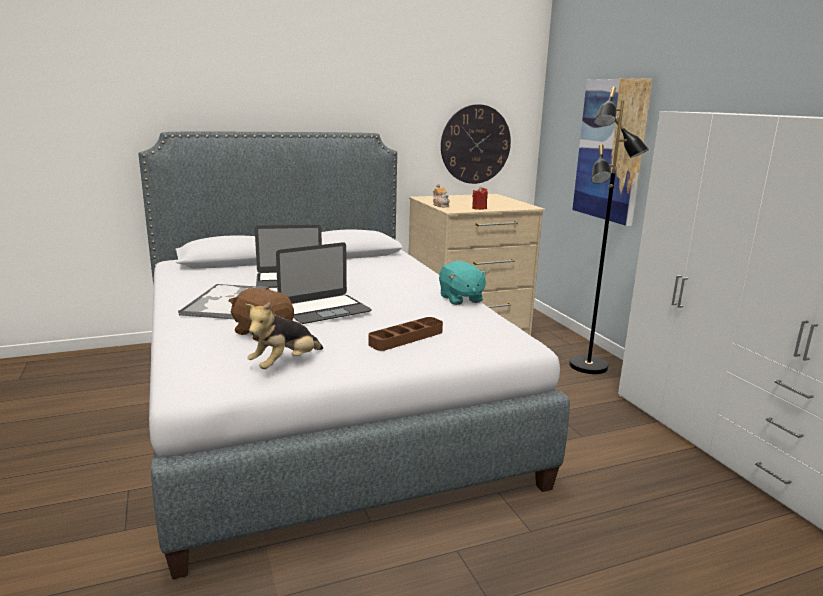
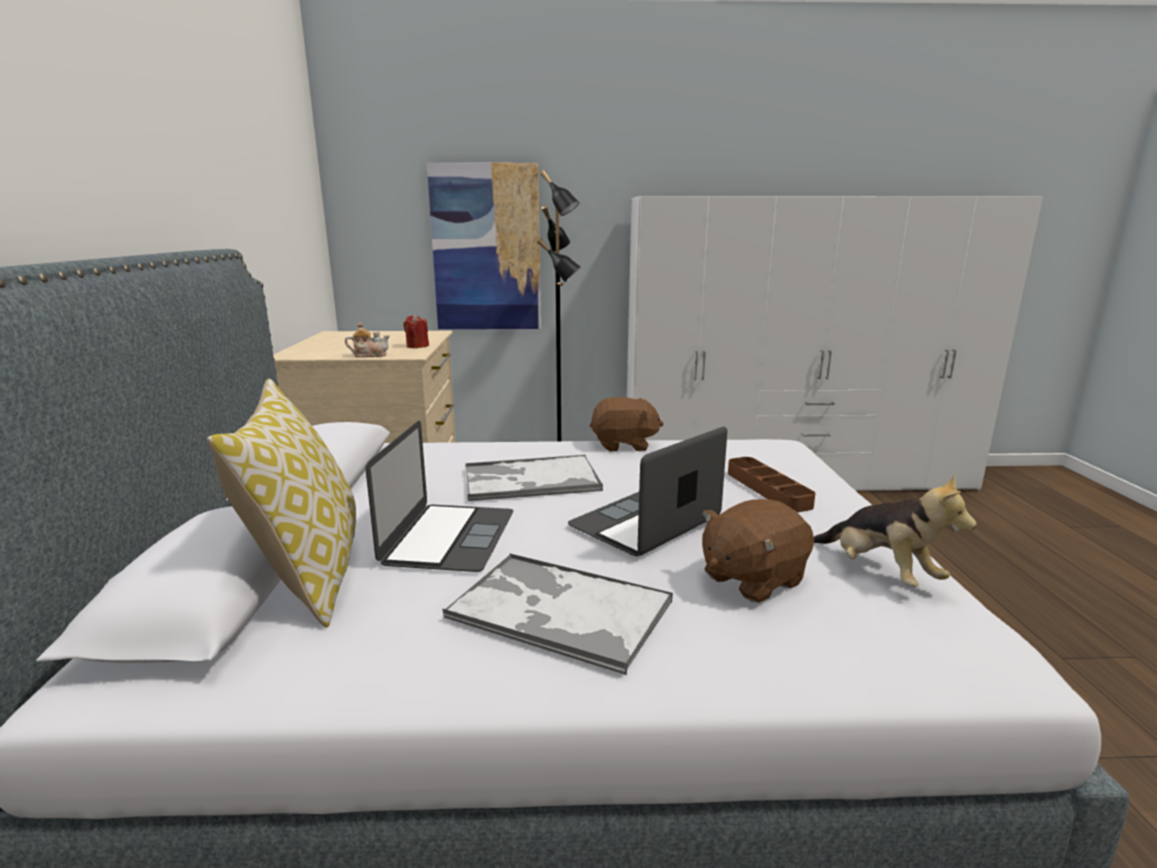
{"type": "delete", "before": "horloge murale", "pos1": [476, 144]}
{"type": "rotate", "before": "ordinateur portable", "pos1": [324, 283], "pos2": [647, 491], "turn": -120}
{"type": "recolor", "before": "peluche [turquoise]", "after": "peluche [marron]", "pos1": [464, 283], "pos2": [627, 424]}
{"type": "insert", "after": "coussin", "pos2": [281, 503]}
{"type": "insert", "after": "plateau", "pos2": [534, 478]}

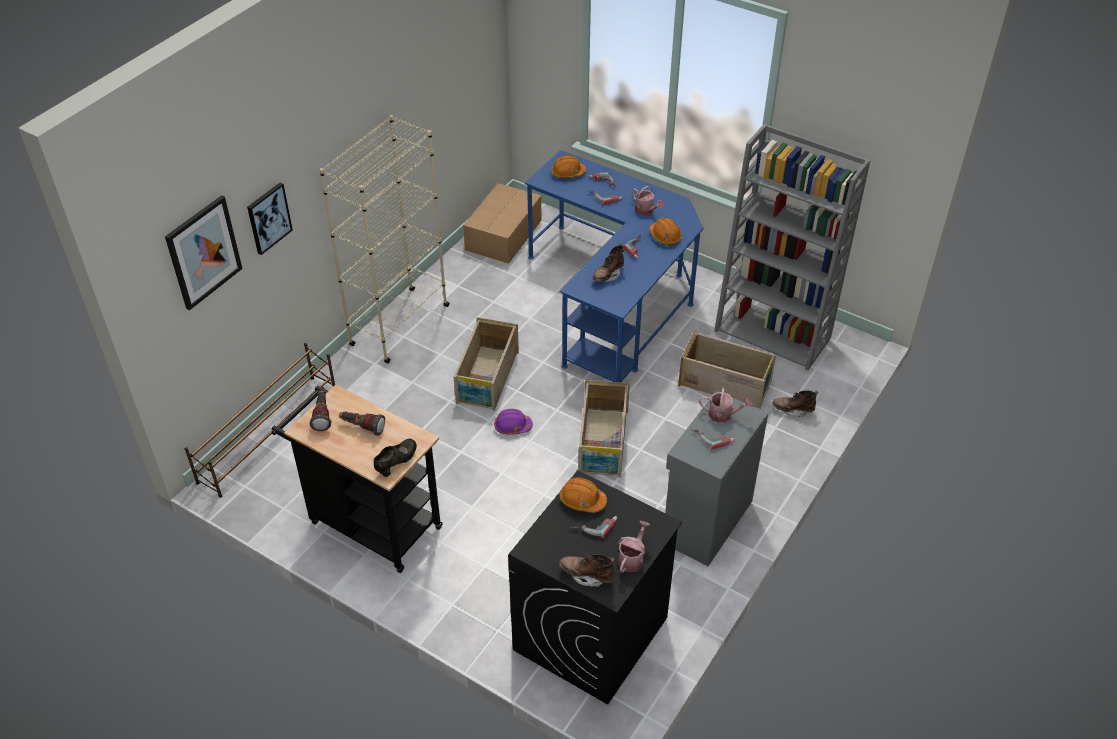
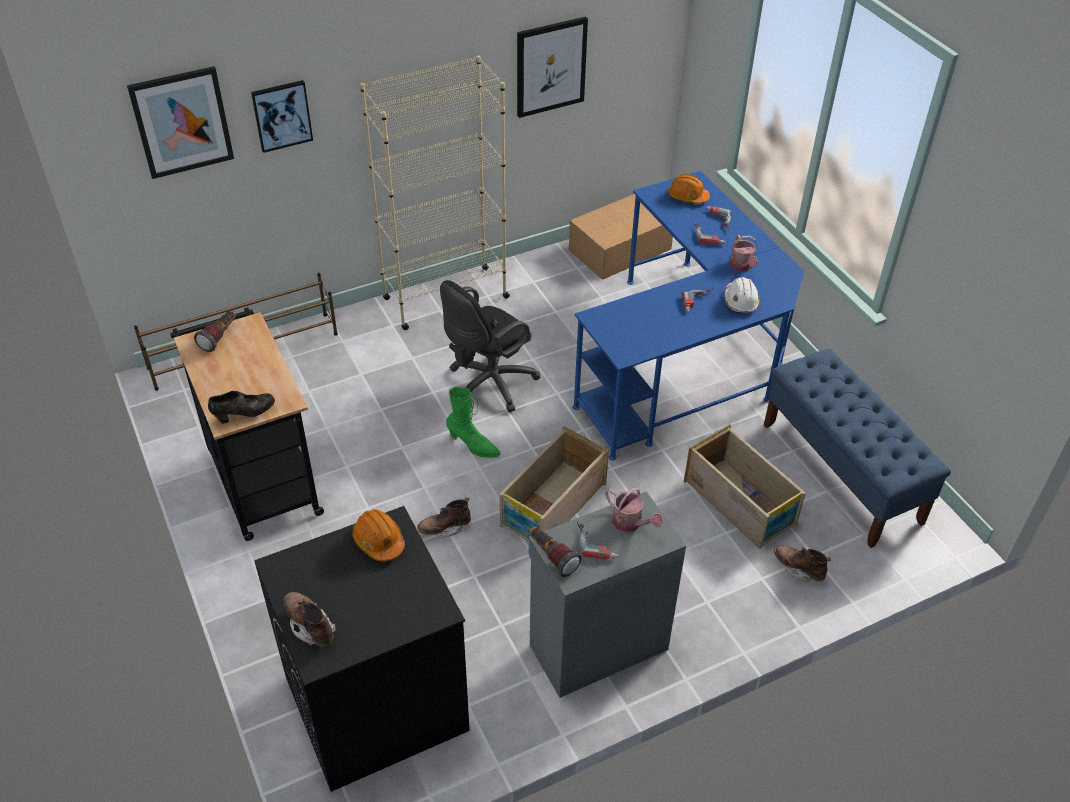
{"type": "replace", "before": "bibliothèque [gris]", "after": "banc [bleu]", "pos1": [792, 247], "pos2": [857, 448]}
{"type": "recolor", "before": "casque de chantier [orange]", "after": "casque de chantier [blanc]", "pos1": [665, 231], "pos2": [742, 295]}
{"type": "move", "before": "botte [marron]", "pos1": [608, 262], "pos2": [444, 517]}
{"type": "replace", "before": "caisse", "after": "chaise de bureau [noir]", "pos1": [486, 364], "pos2": [490, 346]}
{"type": "replace", "before": "casque de chantier [violet]", "after": "botte [vert]", "pos1": [513, 422], "pos2": [473, 422]}
{"type": "move", "before": "lampe de poche", "pos1": [362, 423], "pos2": [555, 551]}
{"type": "delete", "before": "perceuse", "pos1": [593, 527]}
{"type": "delete", "before": "arrosoir", "pos1": [634, 547]}
{"type": "insert", "after": "tableau", "pos2": [552, 67]}

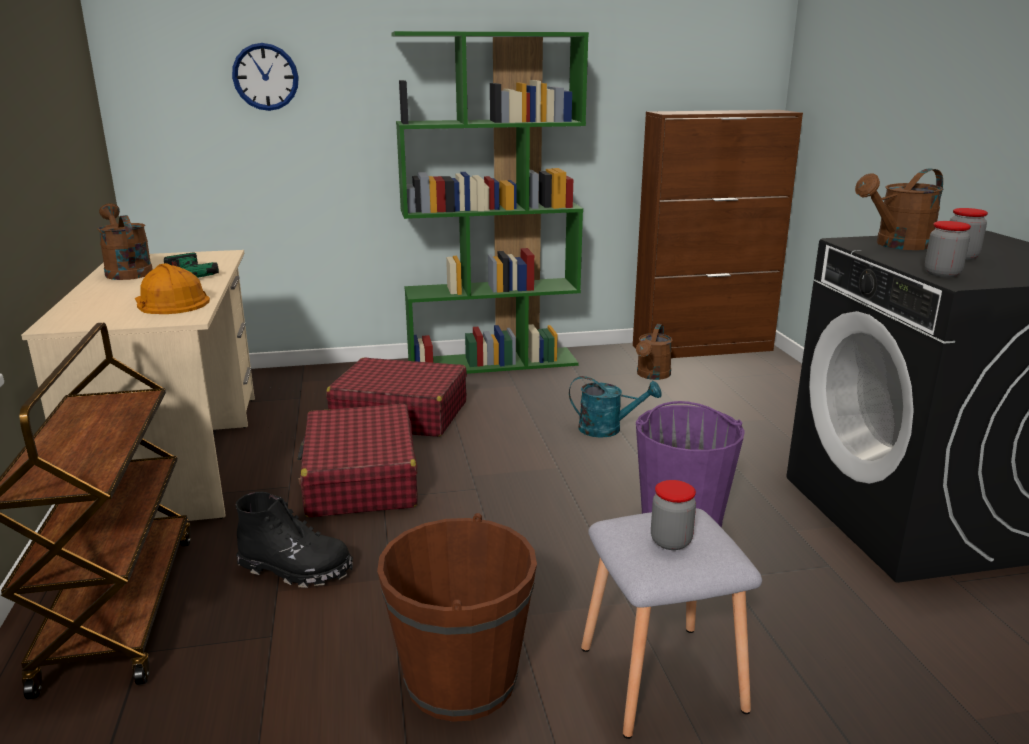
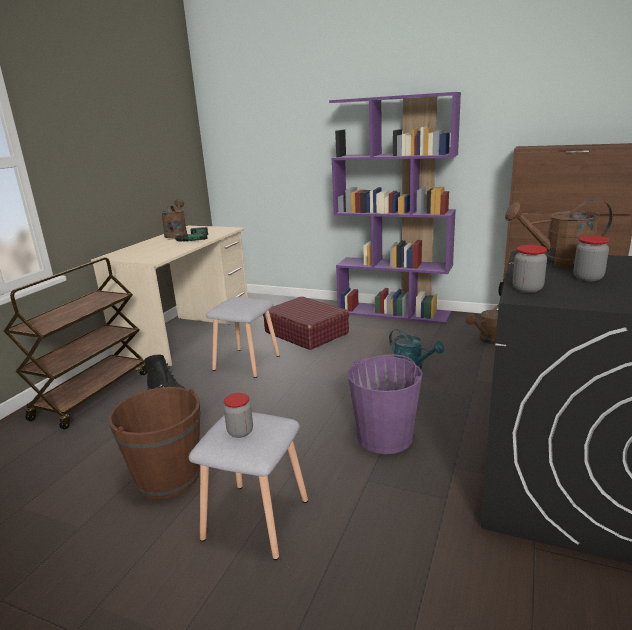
{"type": "recolor", "before": "bibliothèque [vert]", "after": "bibliothèque [violet]", "pos1": [490, 202], "pos2": [395, 208]}
{"type": "delete", "before": "horloge murale", "pos1": [265, 77]}
{"type": "delete", "before": "casque de chantier [orange]", "pos1": [172, 288]}
{"type": "replace", "before": "valise [rouge]", "after": "tabouret [gris]", "pos1": [357, 460], "pos2": [243, 337]}

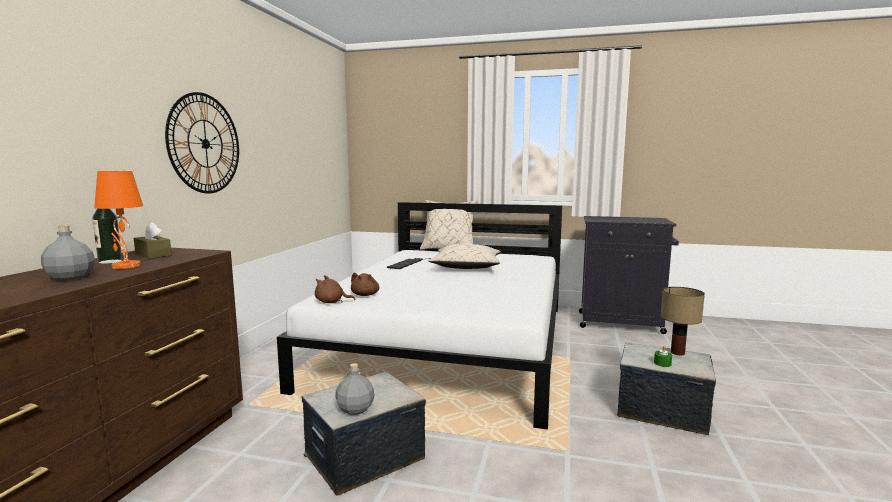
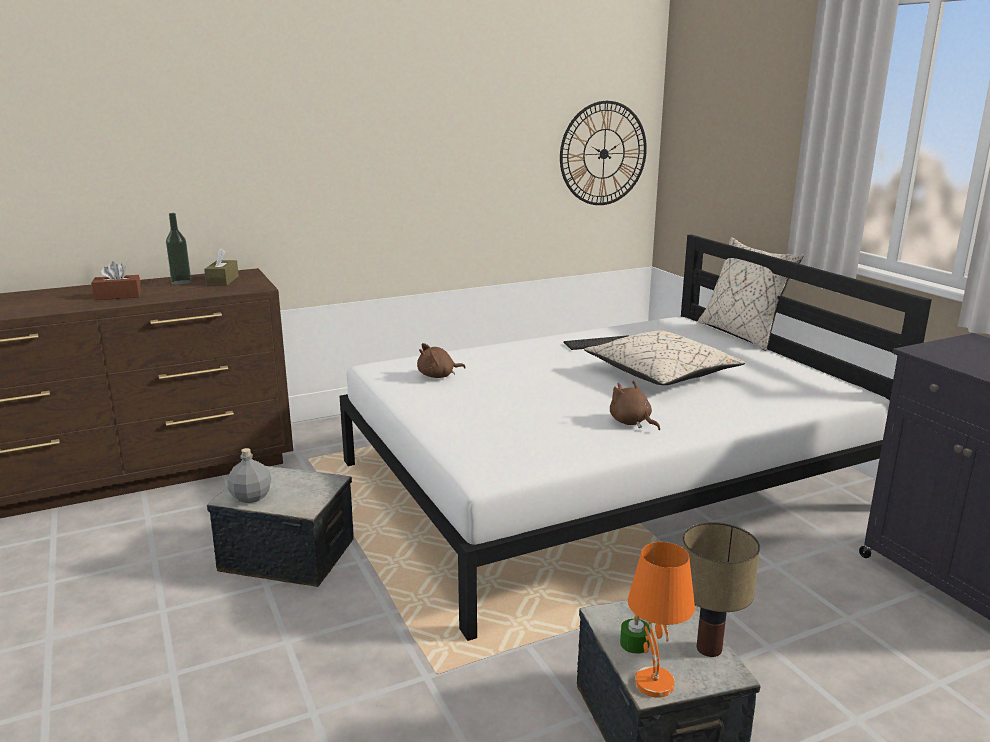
{"type": "move", "before": "horloge murale", "pos1": [202, 142], "pos2": [603, 153]}
{"type": "move", "before": "lampe de table [orange]", "pos1": [118, 220], "pos2": [661, 620]}
{"type": "replace", "before": "bouteille [gris]", "after": "boîte à mouchoirs [marron]", "pos1": [68, 253], "pos2": [116, 280]}
{"type": "move", "before": "peluche [marron]", "pos1": [335, 289], "pos2": [635, 405]}

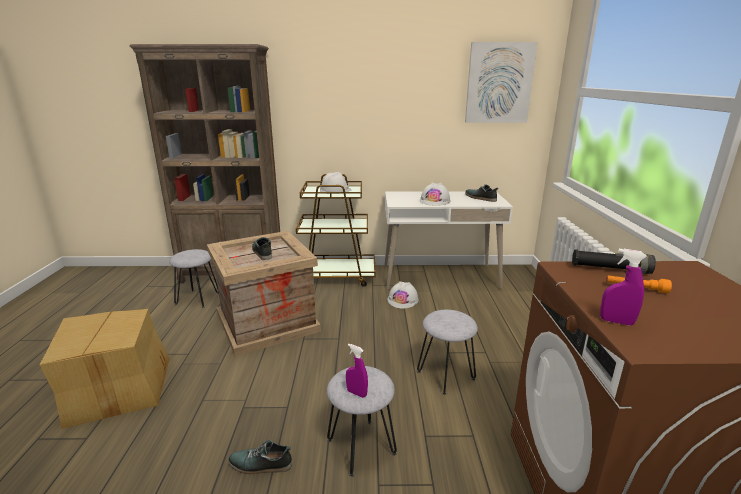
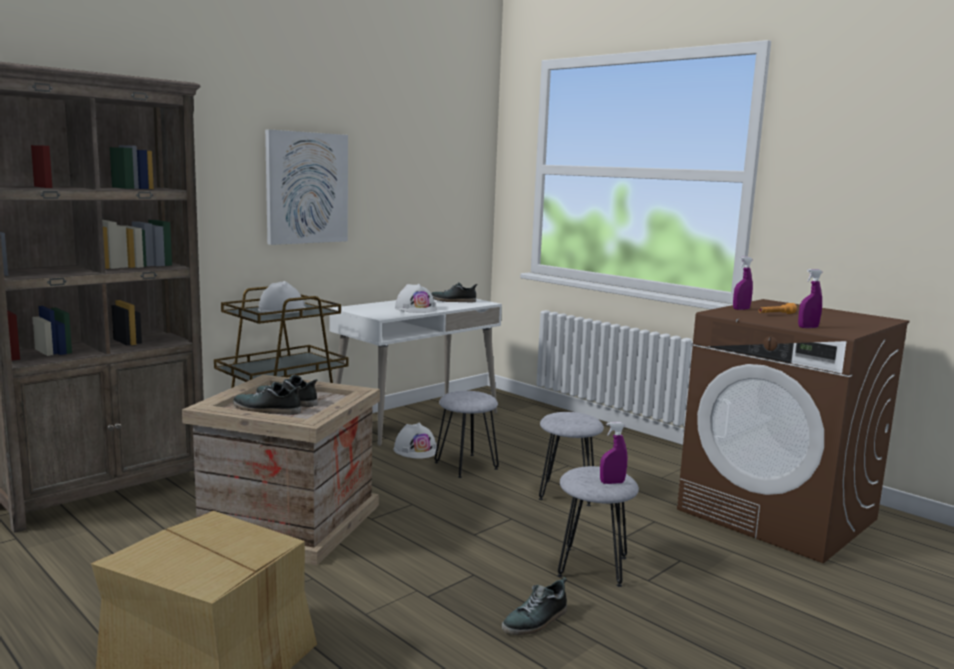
{"type": "move", "before": "tableau", "pos1": [501, 82], "pos2": [306, 187]}
{"type": "move", "before": "tabouret [gris]", "pos1": [194, 278], "pos2": [466, 434]}
{"type": "replace", "before": "lampe de poche [noir]", "after": "vaporisateur [violet]", "pos1": [614, 261], "pos2": [743, 283]}
{"type": "insert", "after": "chaussure", "pos2": [267, 398]}

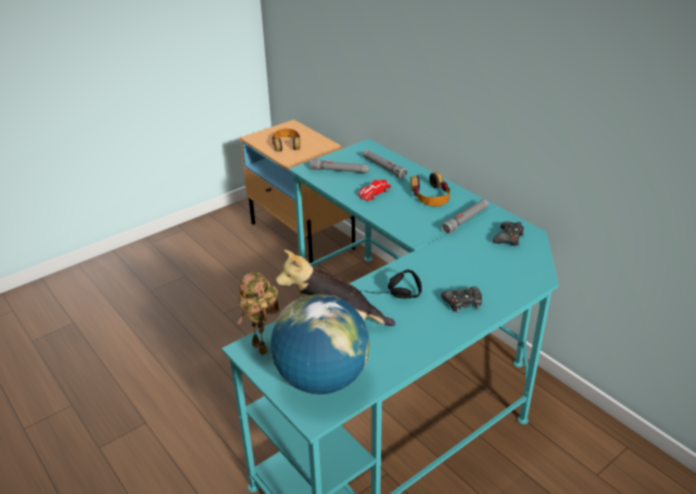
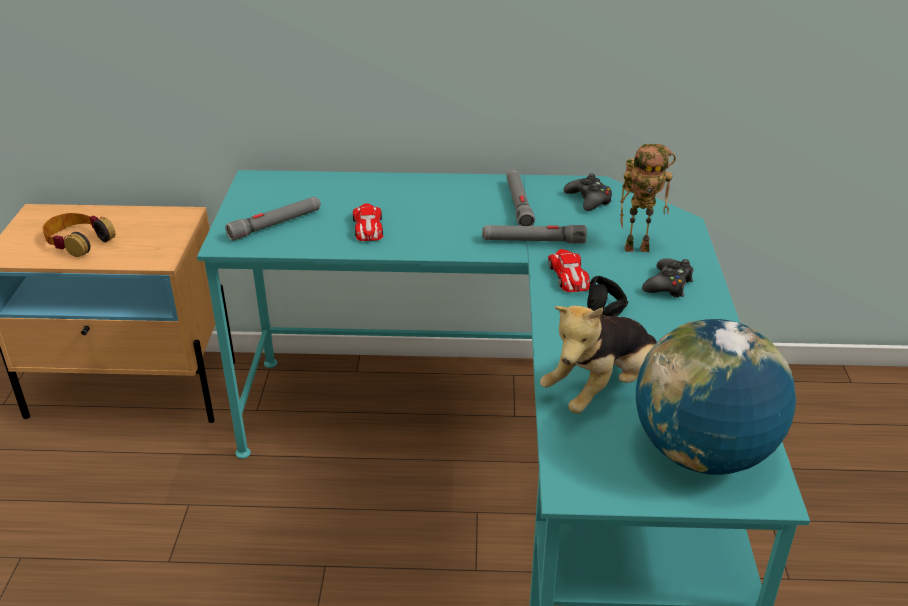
{"type": "move", "before": "lampe de poche [gris]", "pos1": [385, 164], "pos2": [534, 234]}
{"type": "delete", "before": "casque audio", "pos1": [430, 189]}
{"type": "move", "before": "robot jouet", "pos1": [258, 313], "pos2": [648, 198]}
{"type": "insert", "after": "petite voiture", "pos2": [569, 270]}

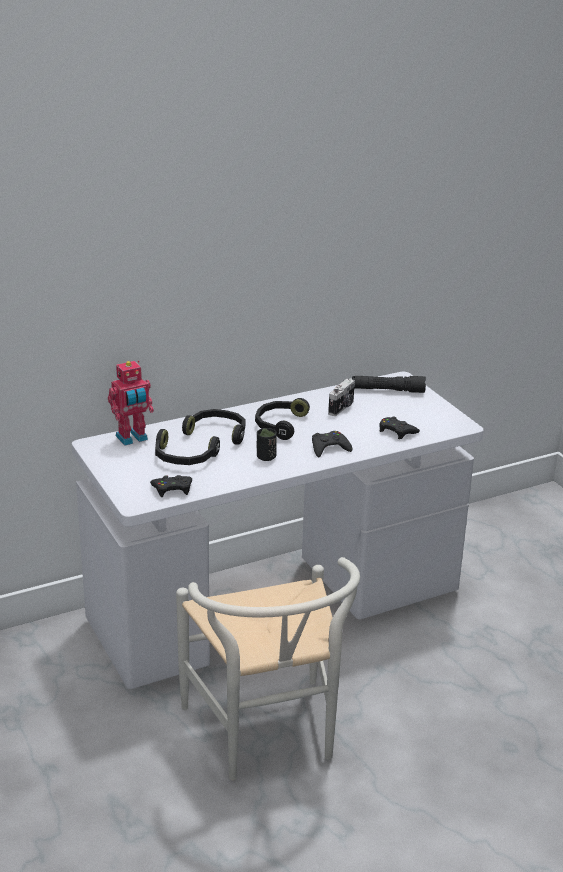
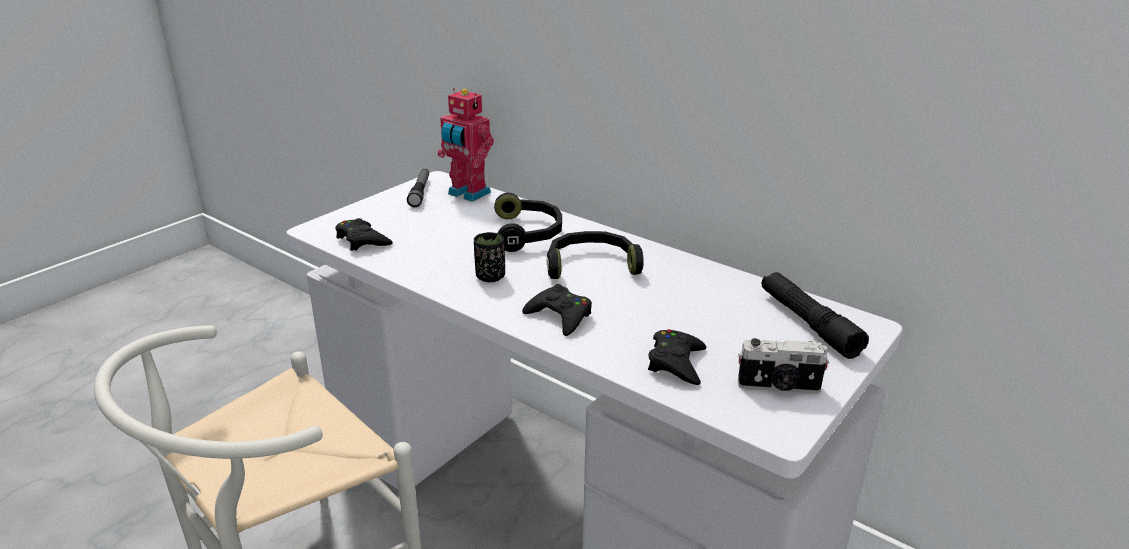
{"type": "move", "before": "appareil photo", "pos1": [341, 397], "pos2": [783, 366]}
{"type": "delete", "before": "casque audio [noir]", "pos1": [187, 447]}
{"type": "insert", "after": "lampe de poche", "pos2": [418, 188]}

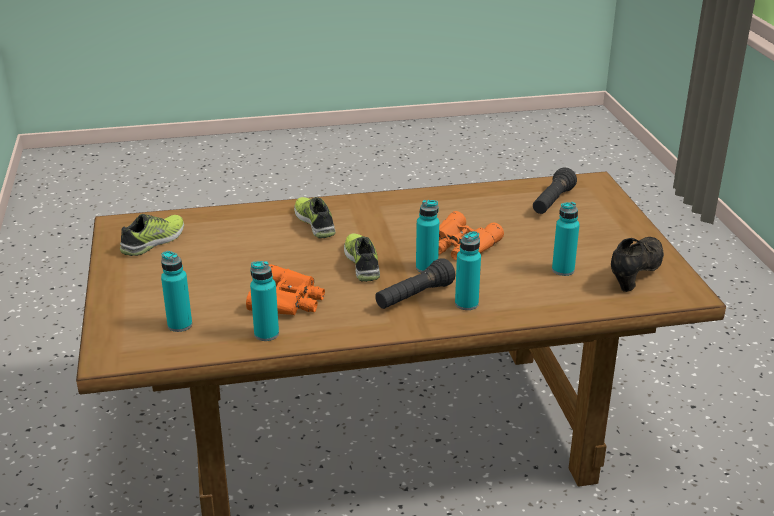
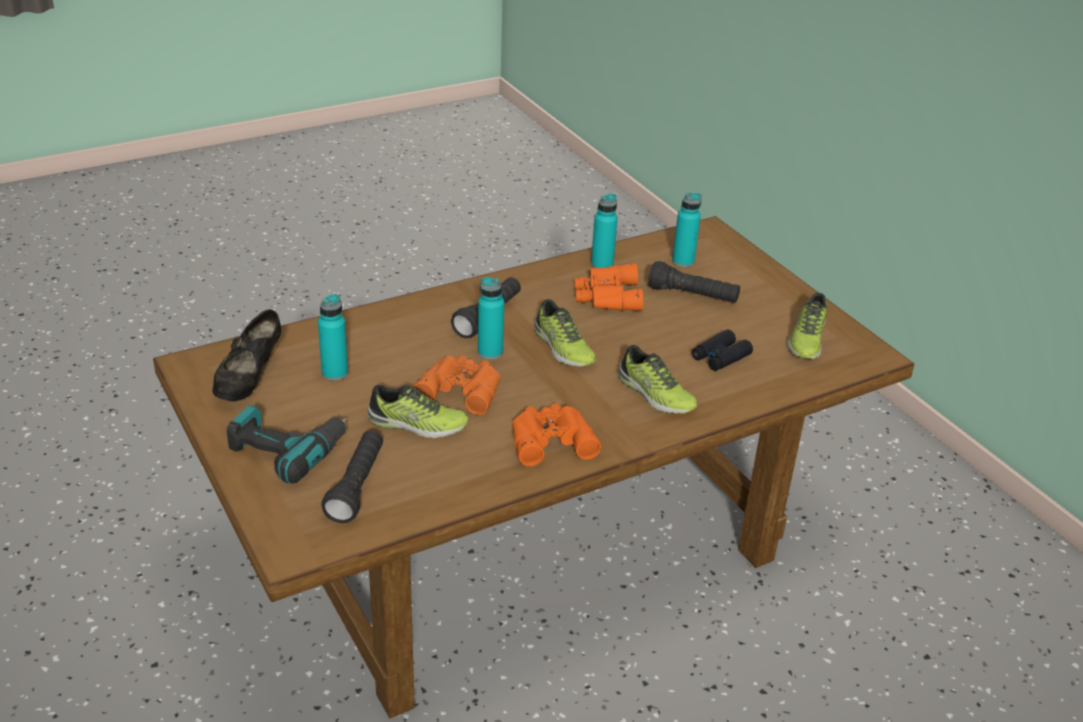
{"type": "delete", "before": "bouteille [turquoise]", "pos1": [468, 270]}
{"type": "insert", "after": "lampe de poche [noir]", "pos2": [694, 282]}
{"type": "insert", "after": "jumelles [noir]", "pos2": [722, 350]}
{"type": "insert", "after": "chaussure", "pos2": [417, 411]}
{"type": "insert", "after": "jumelles [orange]", "pos2": [556, 435]}
{"type": "insert", "after": "perceuse", "pos2": [287, 444]}

